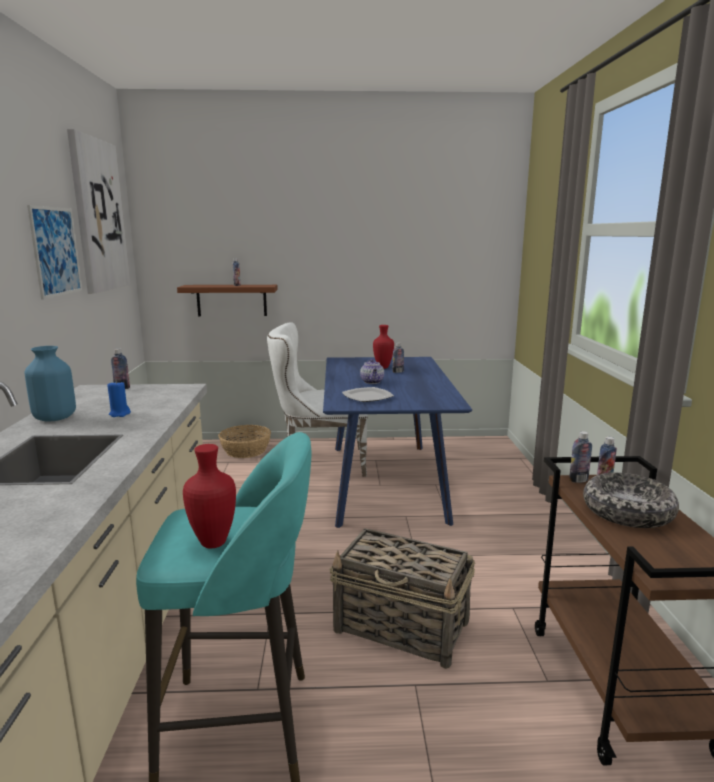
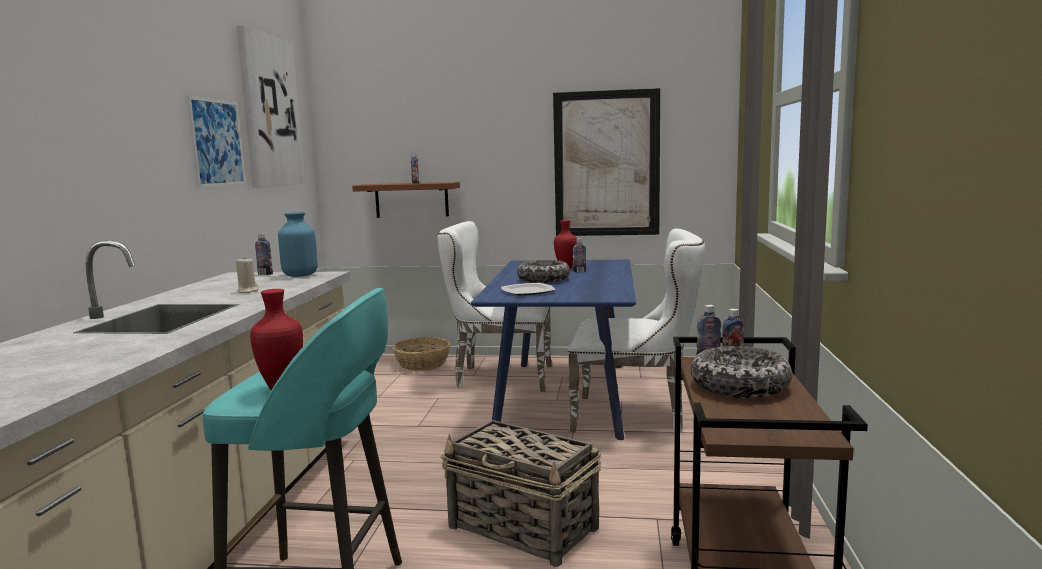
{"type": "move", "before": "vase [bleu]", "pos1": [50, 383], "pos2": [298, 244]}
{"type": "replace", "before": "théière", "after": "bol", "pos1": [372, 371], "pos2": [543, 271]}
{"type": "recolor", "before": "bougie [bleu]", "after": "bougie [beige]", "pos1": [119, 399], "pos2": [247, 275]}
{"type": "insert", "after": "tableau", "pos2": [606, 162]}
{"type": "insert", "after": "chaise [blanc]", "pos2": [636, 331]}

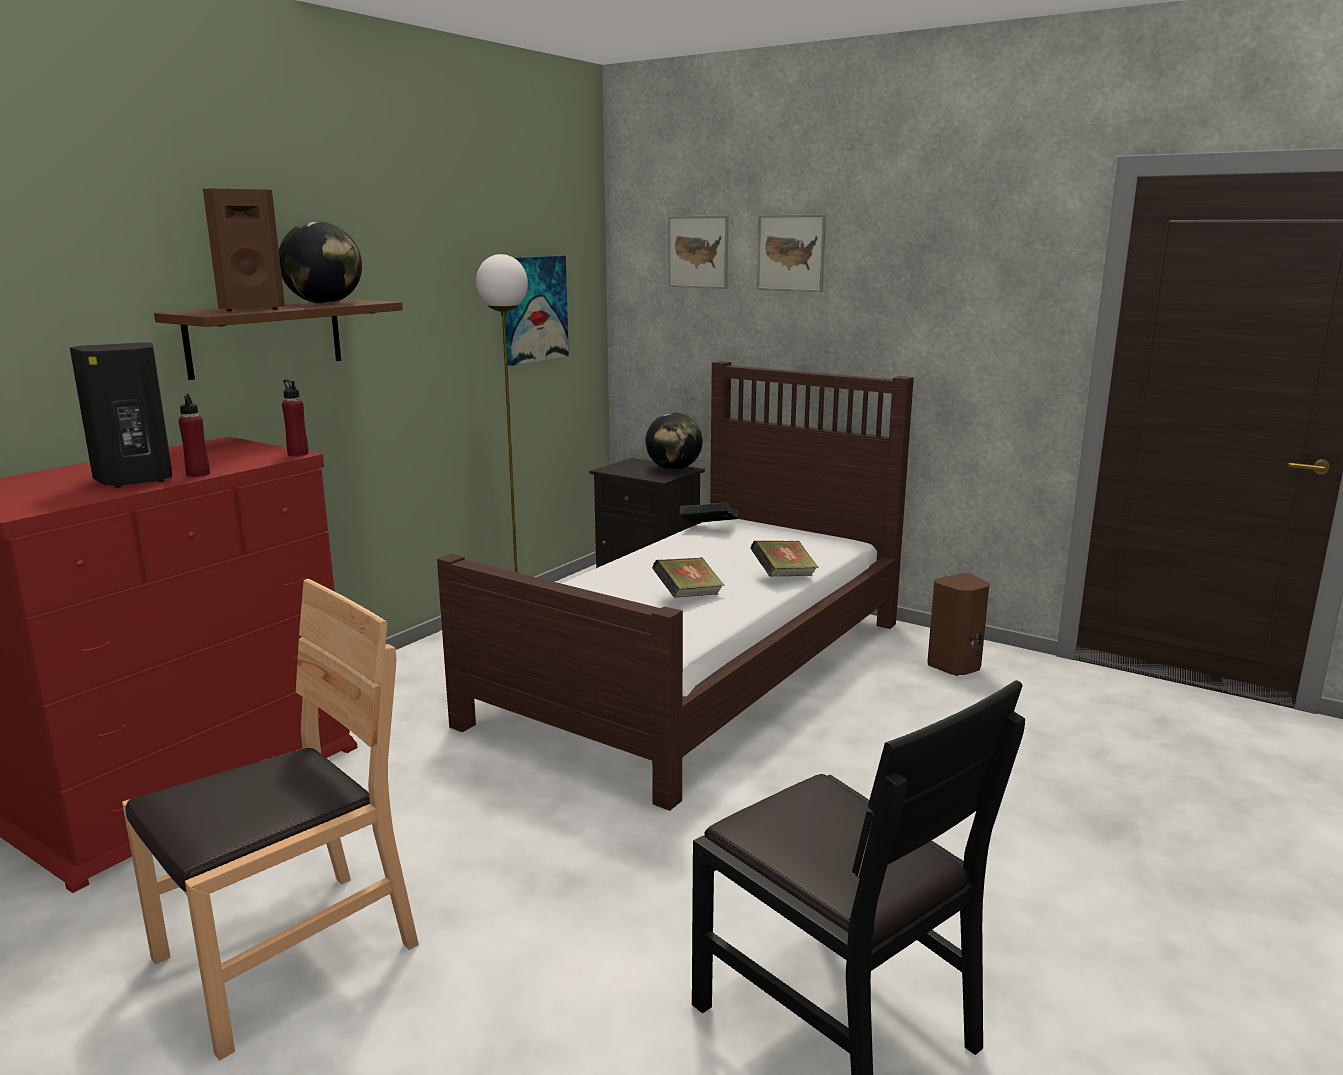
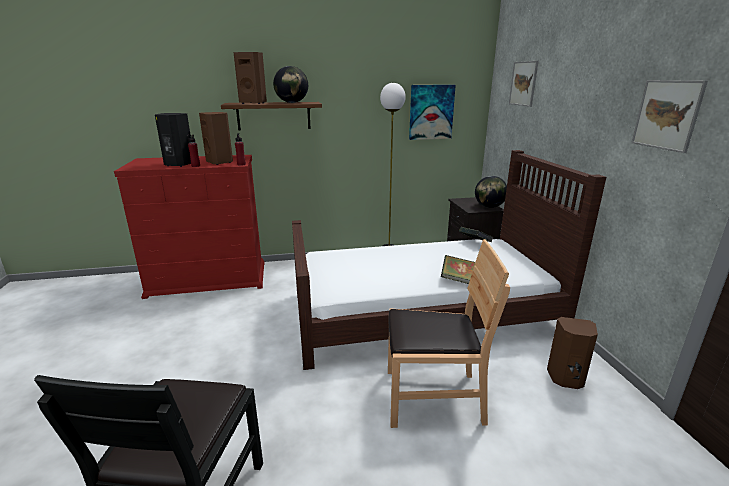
{"type": "move", "before": "tableau", "pos1": [791, 253], "pos2": [669, 116]}
{"type": "delete", "before": "livre", "pos1": [688, 577]}
{"type": "move", "before": "chaise [marron]", "pos1": [270, 820], "pos2": [449, 333]}
{"type": "insert", "after": "enceinte [marron]", "pos2": [216, 138]}

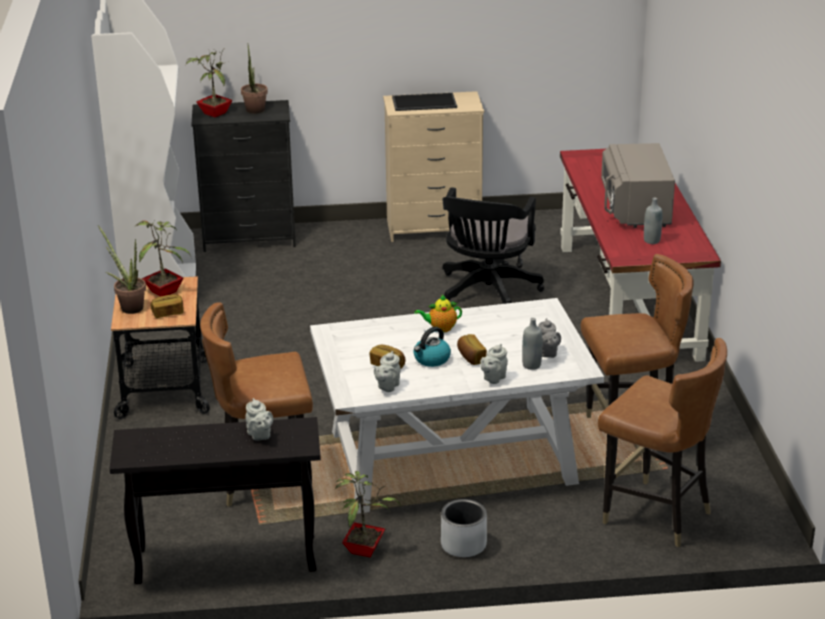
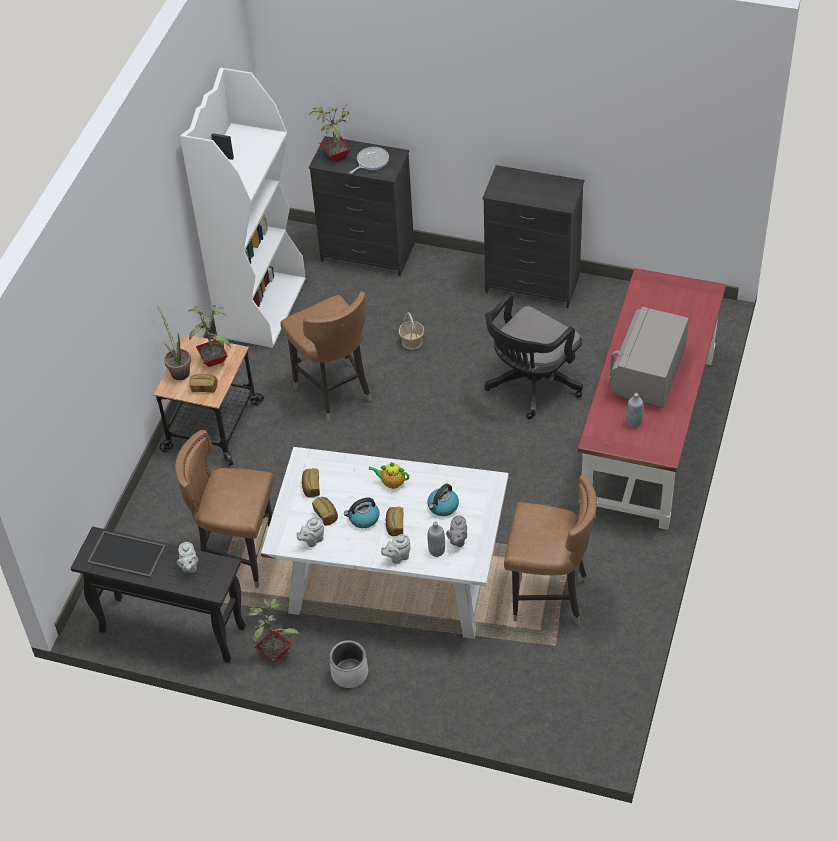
{"type": "replace", "before": "plante en pot", "after": "poêle", "pos1": [254, 79], "pos2": [369, 160]}
{"type": "recolor", "before": "commode [beige]", "after": "commode [noir]", "pos1": [433, 166], "pos2": [533, 236]}
{"type": "move", "before": "plateau", "pos1": [424, 102], "pos2": [126, 554]}
{"type": "move", "before": "chaise [marron]", "pos1": [662, 442], "pos2": [326, 357]}
{"type": "insert", "after": "panier", "pos2": [411, 331]}
{"type": "insert", "after": "pain", "pos2": [311, 482]}
{"type": "insert", "after": "bouilloire", "pos2": [443, 500]}

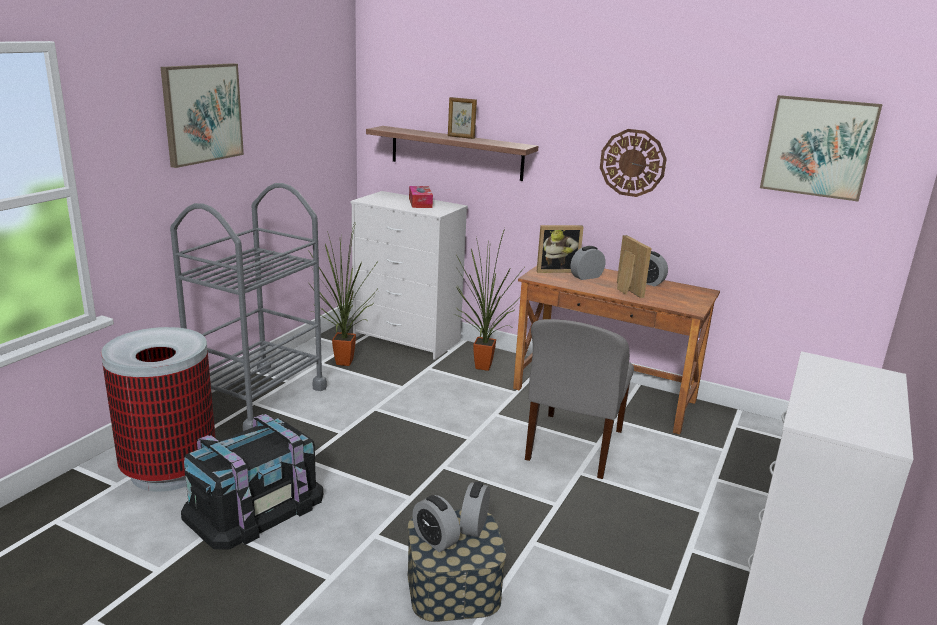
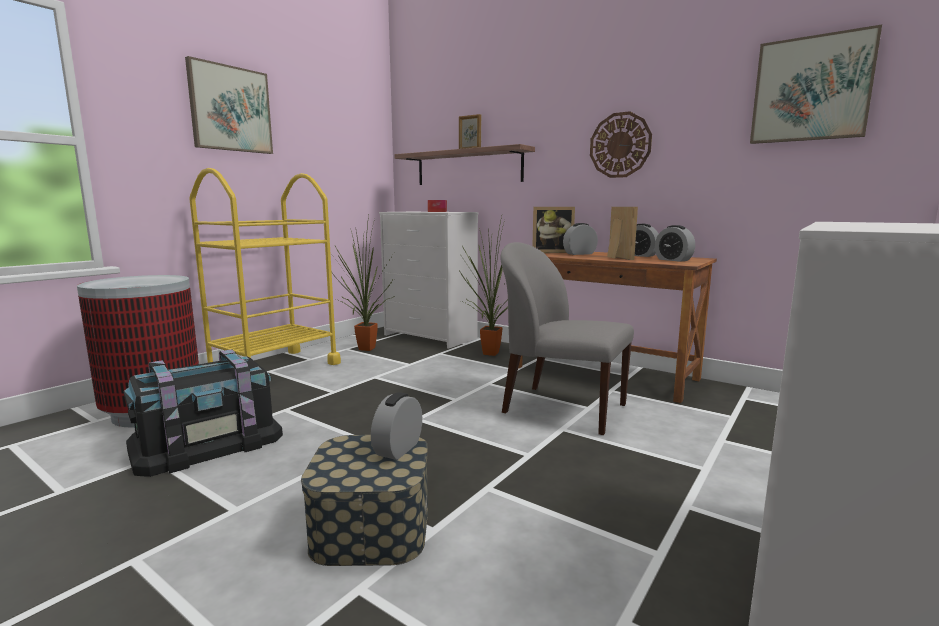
{"type": "recolor", "before": "chariot [gris]", "after": "chariot [jaune]", "pos1": [248, 307], "pos2": [265, 266]}
{"type": "rotate", "before": "chaise [gris]", "pos1": [579, 399], "pos2": [567, 338], "turn": 90}
{"type": "move", "before": "réveil", "pos1": [436, 523], "pos2": [675, 243]}

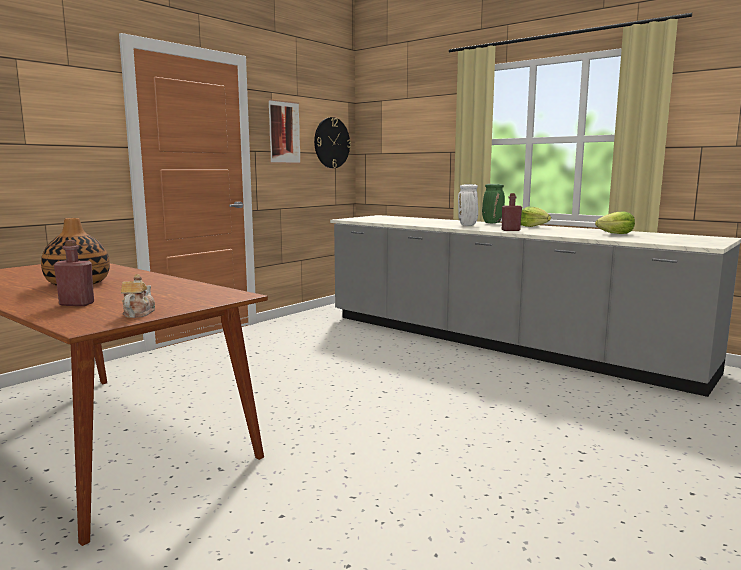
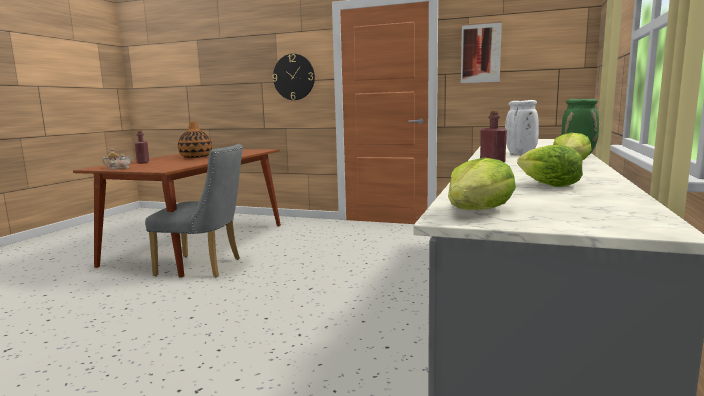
{"type": "move", "before": "horloge murale", "pos1": [332, 142], "pos2": [294, 77]}
{"type": "insert", "after": "chaise [gris]", "pos2": [194, 210]}
{"type": "insert", "after": "laitue", "pos2": [482, 184]}

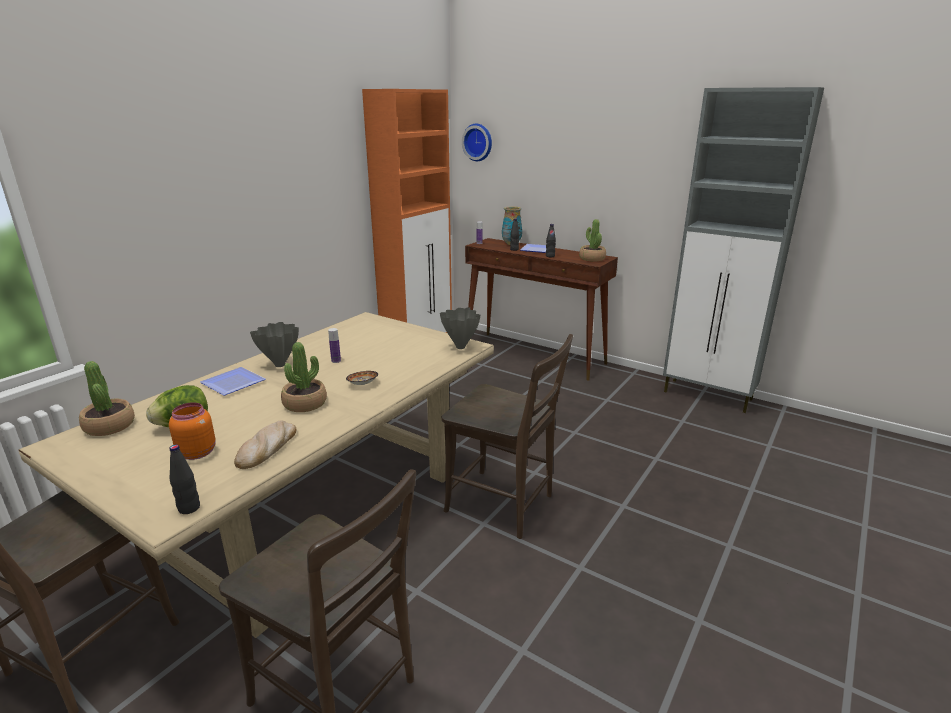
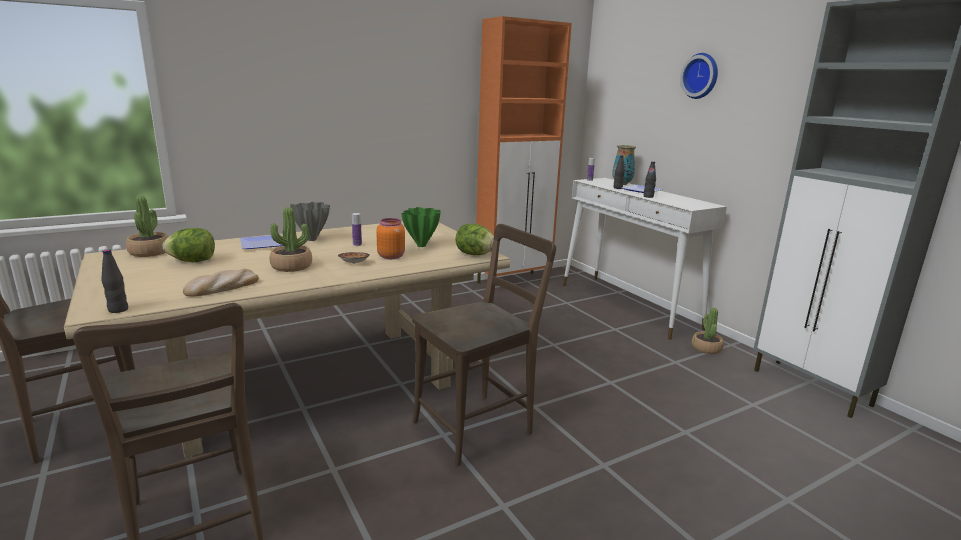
{"type": "move", "before": "horloge murale", "pos1": [477, 142], "pos2": [699, 76]}
{"type": "move", "before": "plante en pot", "pos1": [592, 240], "pos2": [707, 331]}
{"type": "recolor", "before": "table console [marron]", "after": "table console [blanc]", "pos1": [541, 309], "pos2": [645, 259]}
{"type": "replace", "before": "vase [gris]", "after": "laitue", "pos1": [460, 328], "pos2": [474, 239]}
{"type": "rotate", "before": "chaise [marron]", "pos1": [507, 436], "pos2": [484, 345], "turn": -90}
{"type": "move", "before": "bocal [orange]", "pos1": [192, 431], "pos2": [390, 238]}
{"type": "insert", "after": "vase [vert]", "pos2": [421, 227]}

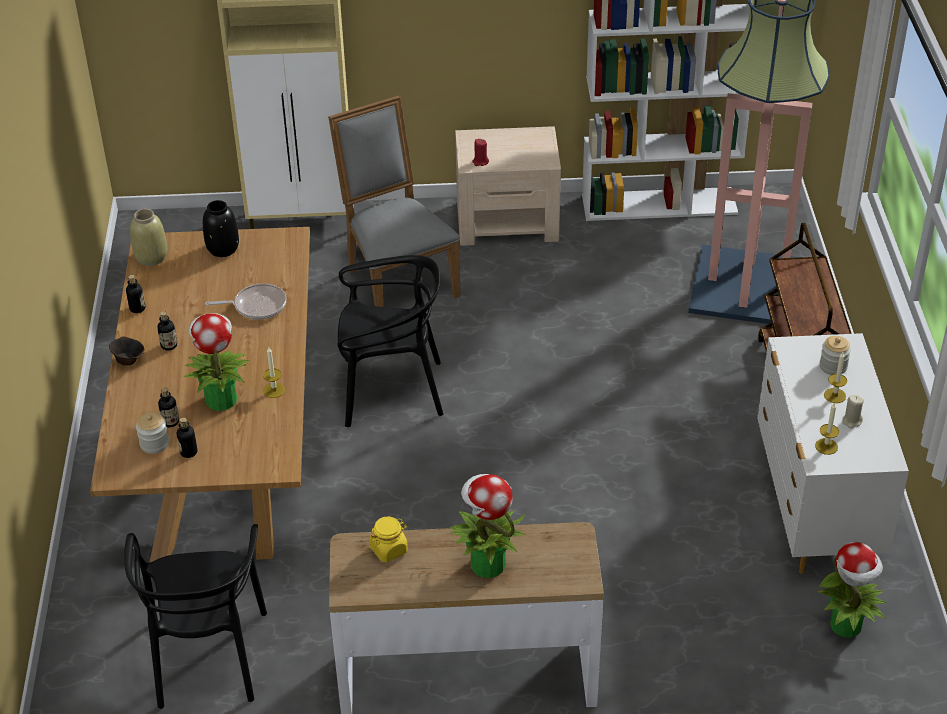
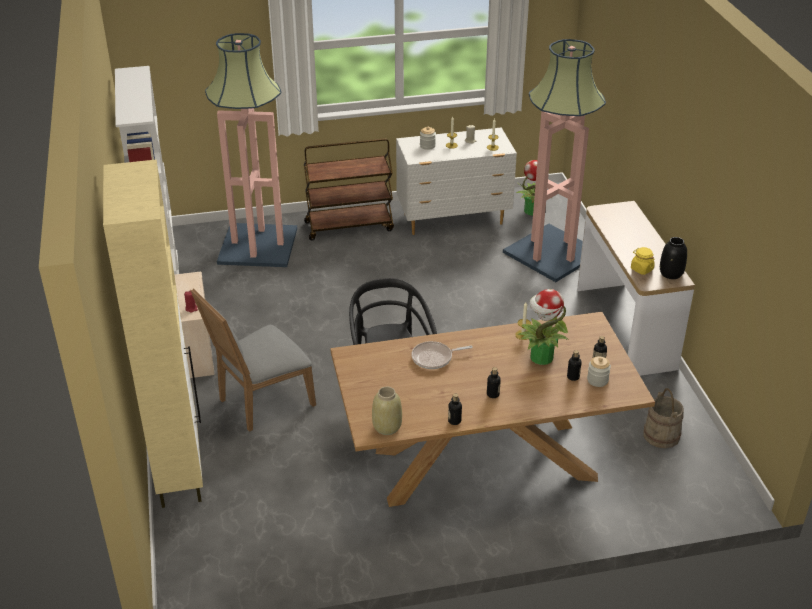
{"type": "move", "before": "vase [noir]", "pos1": [221, 228], "pos2": [673, 258]}
{"type": "rotate", "before": "poêle", "pos1": [246, 301], "pos2": [442, 355], "turn": -90}
{"type": "delete", "before": "bol [marron]", "pos1": [126, 350]}
{"type": "delete", "before": "plante en pot", "pos1": [487, 526]}
{"type": "replace", "before": "chaise [noir]", "after": "seau [beige]", "pos1": [195, 616], "pos2": [663, 418]}
{"type": "insert", "after": "lampadaire", "pos2": [554, 160]}

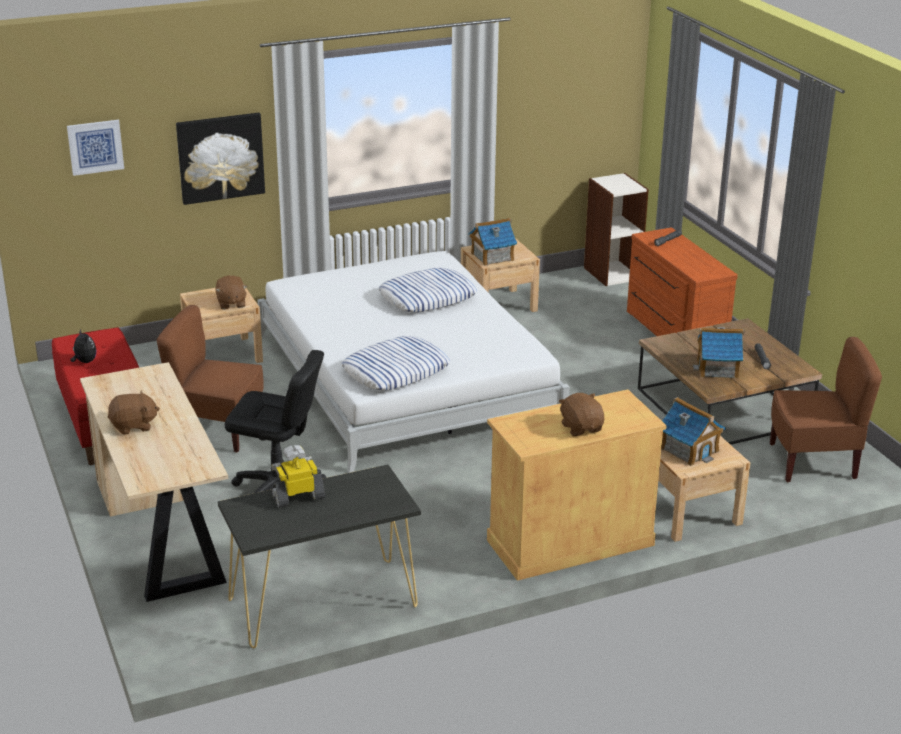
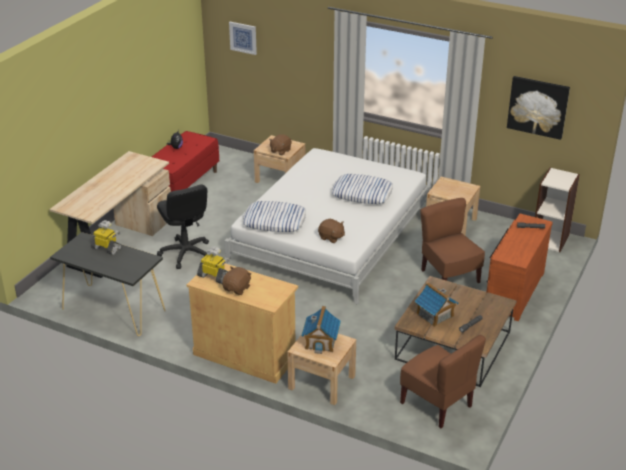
{"type": "move", "before": "tableau", "pos1": [220, 159], "pos2": [538, 108]}
{"type": "delete", "before": "maison miniature", "pos1": [492, 242]}
{"type": "move", "before": "chaise [marron]", "pos1": [210, 378], "pos2": [453, 240]}
{"type": "move", "before": "peluche [marron]", "pos1": [134, 412], "pos2": [331, 231]}
{"type": "insert", "after": "robot jouet", "pos2": [213, 265]}

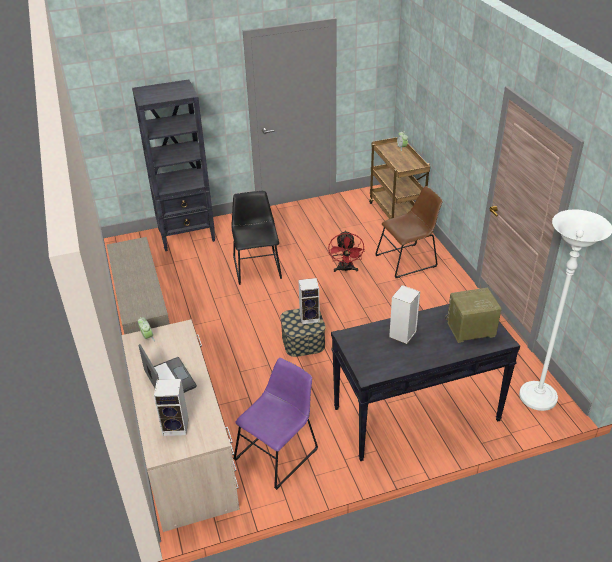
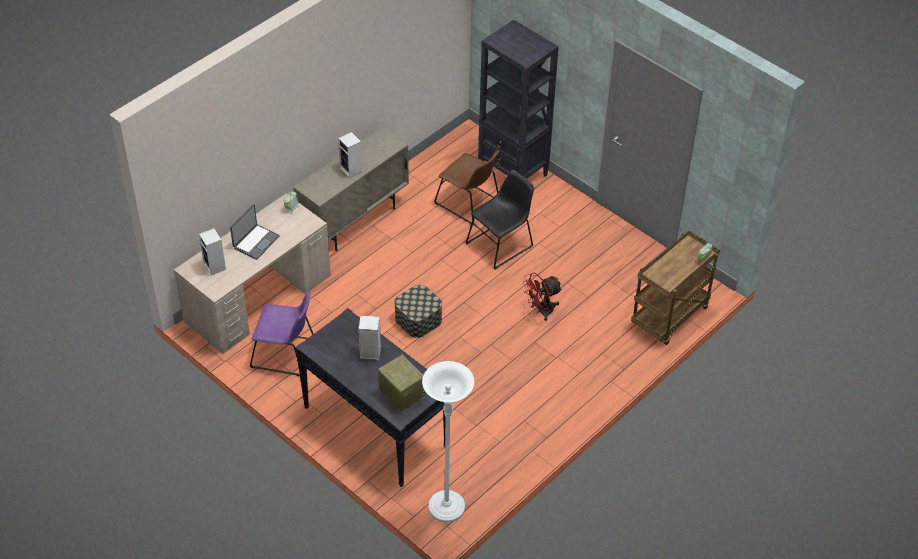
{"type": "move", "before": "chaise [marron]", "pos1": [409, 232], "pos2": [466, 187]}
{"type": "move", "before": "enceinte", "pos1": [309, 301], "pos2": [350, 155]}

